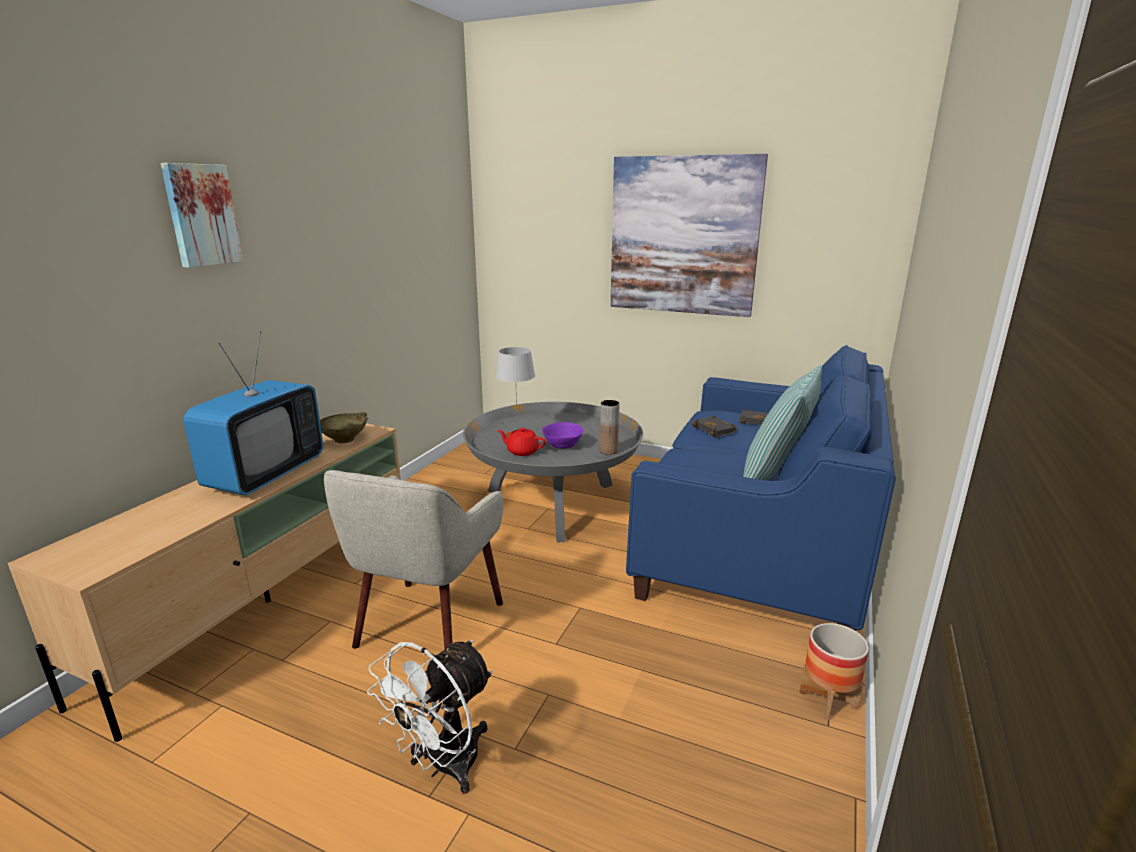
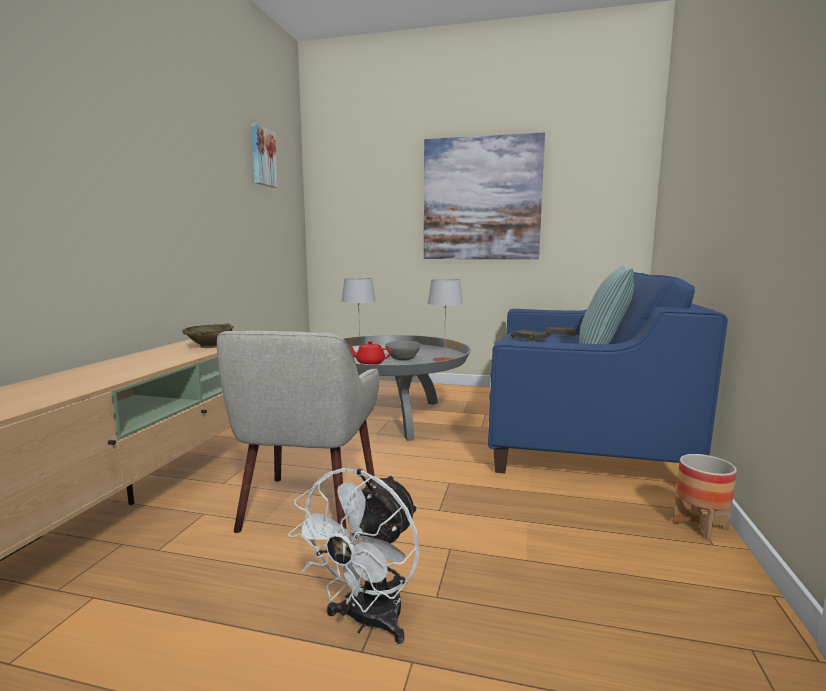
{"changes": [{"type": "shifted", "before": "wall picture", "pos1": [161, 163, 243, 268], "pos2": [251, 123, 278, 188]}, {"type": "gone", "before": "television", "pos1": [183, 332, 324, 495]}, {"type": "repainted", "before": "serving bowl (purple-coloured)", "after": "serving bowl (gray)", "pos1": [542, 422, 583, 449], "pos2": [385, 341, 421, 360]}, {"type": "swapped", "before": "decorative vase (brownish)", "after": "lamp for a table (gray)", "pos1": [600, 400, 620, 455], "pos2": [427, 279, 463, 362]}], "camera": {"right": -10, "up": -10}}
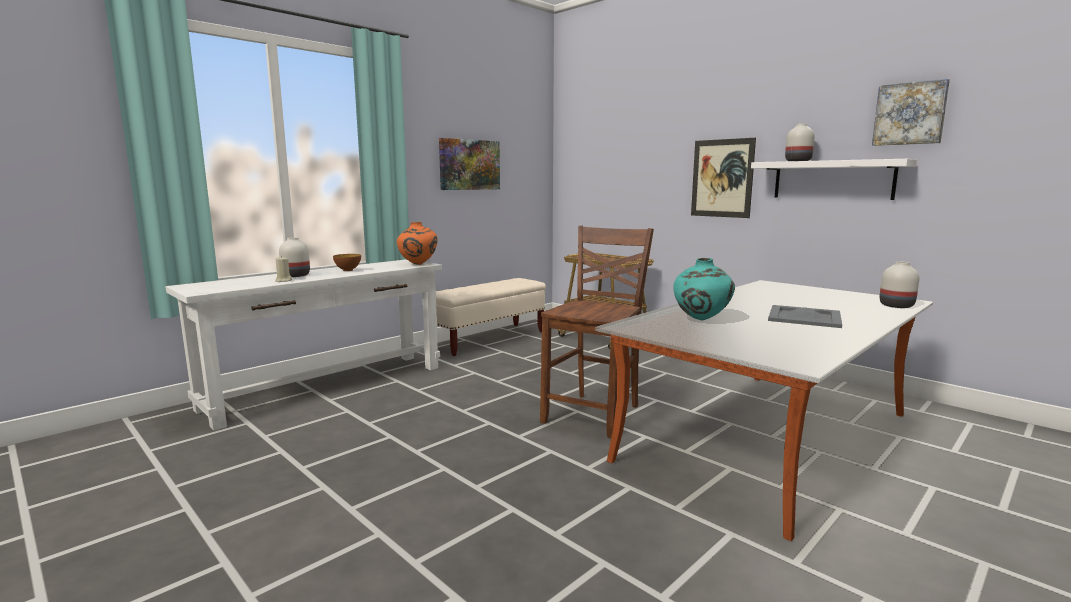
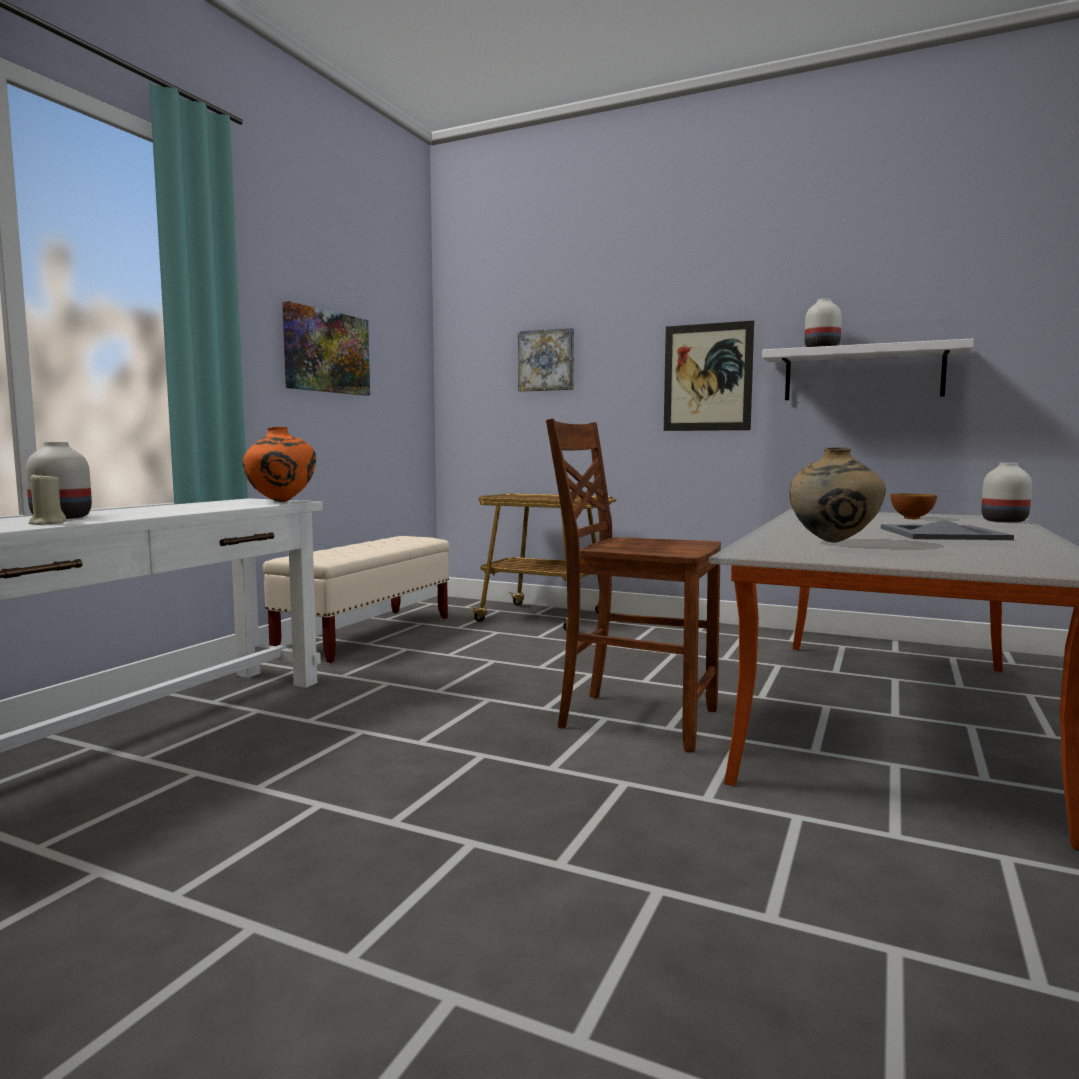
{"changes": [{"type": "shifted", "before": "serving bowl", "pos1": [333, 254, 361, 271], "pos2": [891, 494, 937, 519]}, {"type": "rotated", "before": "upright chair (brownish)", "pos1": [540, 225, 654, 438], "pos2": [546, 419, 721, 752], "turn": -75}, {"type": "repainted", "before": "decorative vase (blue-green)", "after": "decorative vase (sand-coloured)", "pos1": [673, 258, 735, 321], "pos2": [789, 447, 886, 543]}, {"type": "shifted", "before": "wall picture", "pos1": [872, 79, 950, 146], "pos2": [518, 328, 574, 391]}], "camera": {"right": -20, "up": -5}}
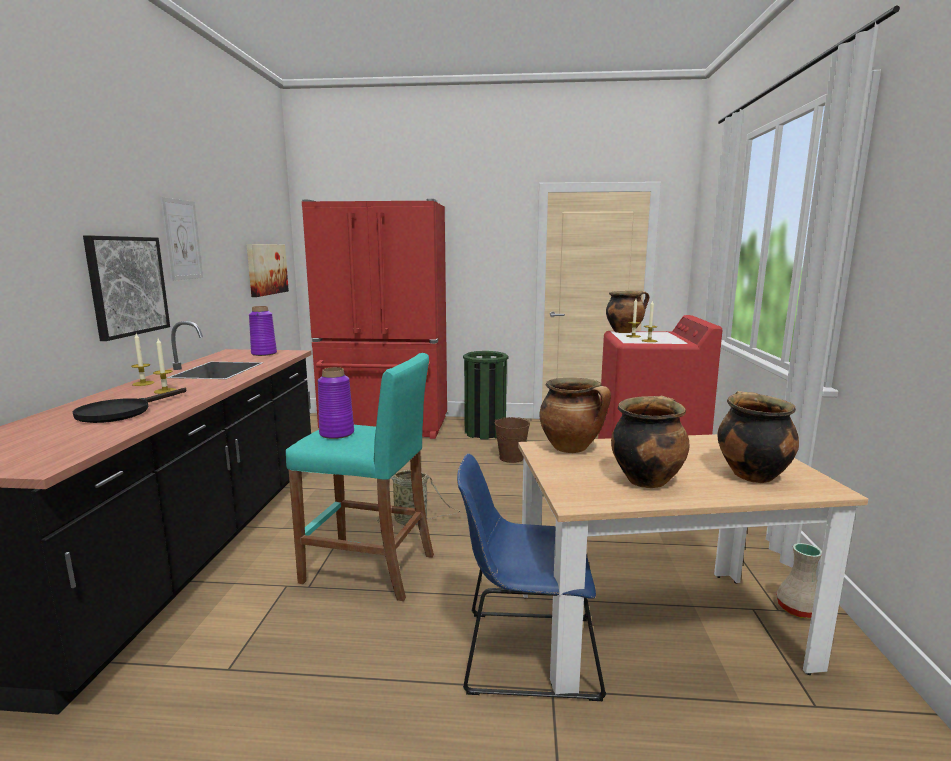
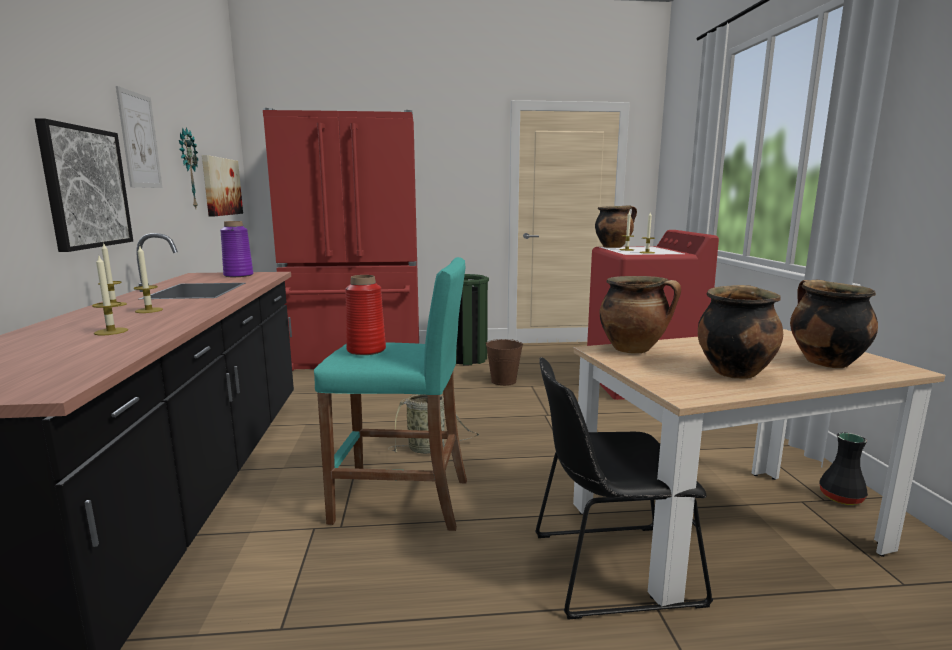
{"changes": [{"type": "swapped", "before": "pan (black-coloured)", "after": "candle", "pos1": [73, 388, 186, 423], "pos2": [92, 254, 128, 335]}, {"type": "repainted", "before": "decorative vase (purple-coloured)", "after": "decorative vase (red)", "pos1": [318, 367, 354, 439], "pos2": [345, 275, 386, 355]}, {"type": "repainted", "before": "upright chair (blue)", "after": "upright chair (black-coloured)", "pos1": [457, 454, 606, 701], "pos2": [535, 357, 713, 620]}, {"type": "repainted", "before": "decorative vase (sand-coloured)", "after": "decorative vase (black-coloured)", "pos1": [776, 543, 822, 619], "pos2": [820, 432, 868, 505]}, {"type": "new", "after": "wall clock", "pos2": [179, 127, 198, 208]}], "camera": {"right": -10, "up": 0}}
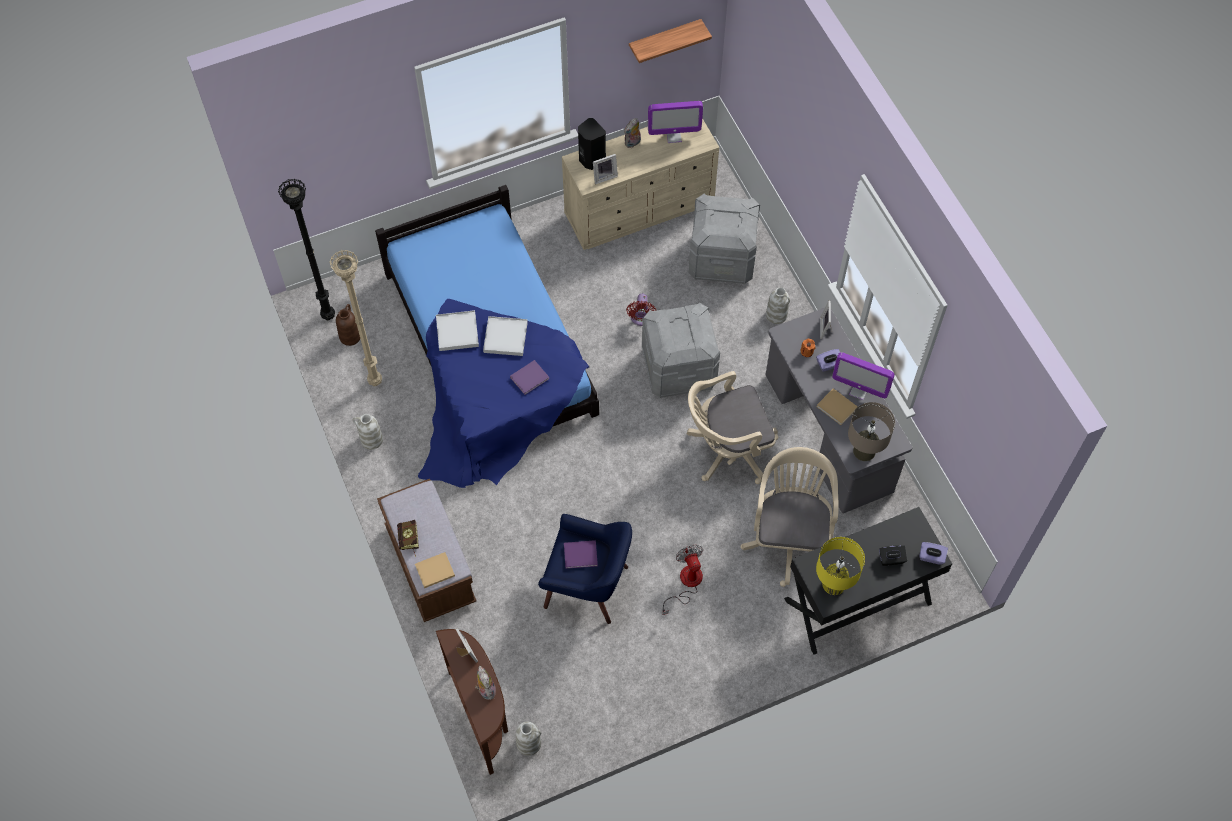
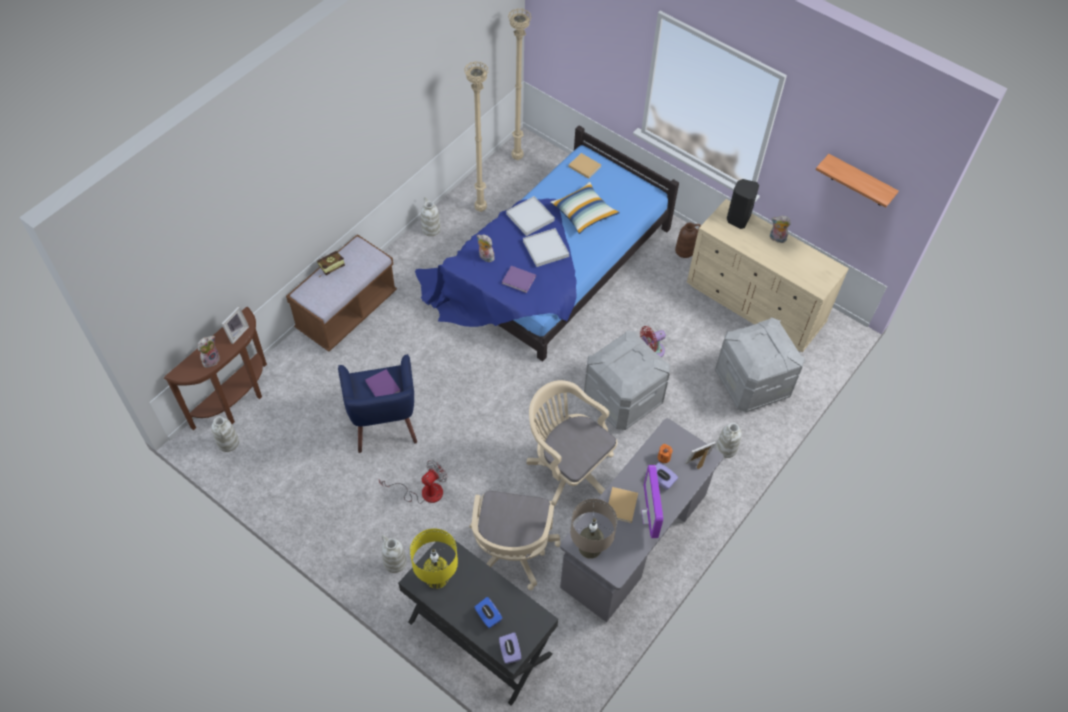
{"changes": [{"type": "repainted", "before": "standard lamp (black-coloured)", "after": "standard lamp (sand-coloured)", "pos1": [278, 178, 335, 320], "pos2": [508, 8, 532, 160]}, {"type": "shifted", "before": "decorative vase (brownish)", "pos1": [336, 304, 360, 346], "pos2": [675, 223, 701, 258]}, {"type": "shifted", "before": "volume (sand-coloured)", "pos1": [415, 552, 455, 588], "pos2": [568, 153, 601, 179]}, {"type": "gone", "before": "picture frame", "pos1": [593, 154, 618, 184]}, {"type": "gone", "before": "computer screen", "pos1": [648, 101, 703, 143]}, {"type": "rotated", "before": "desk chair (sand-coloured)", "pos1": [741, 447, 839, 587], "pos2": [469, 491, 561, 590], "turn": 120}, {"type": "repainted", "before": "box of tissues (black-coloured)", "after": "box of tissues (blue)", "pos1": [879, 545, 907, 566], "pos2": [474, 597, 502, 628]}, {"type": "new", "after": "decorative vase (white)", "pos2": [382, 535, 407, 573]}, {"type": "new", "after": "soft toy", "pos2": [477, 235, 495, 262]}, {"type": "new", "after": "pillow", "pos2": [550, 182, 619, 234]}], "camera": {"right": 60, "up": -5}}
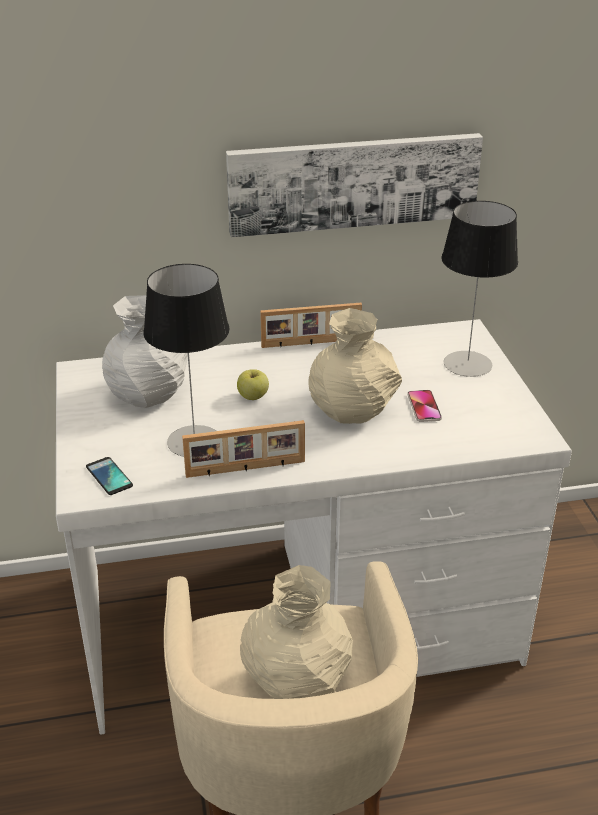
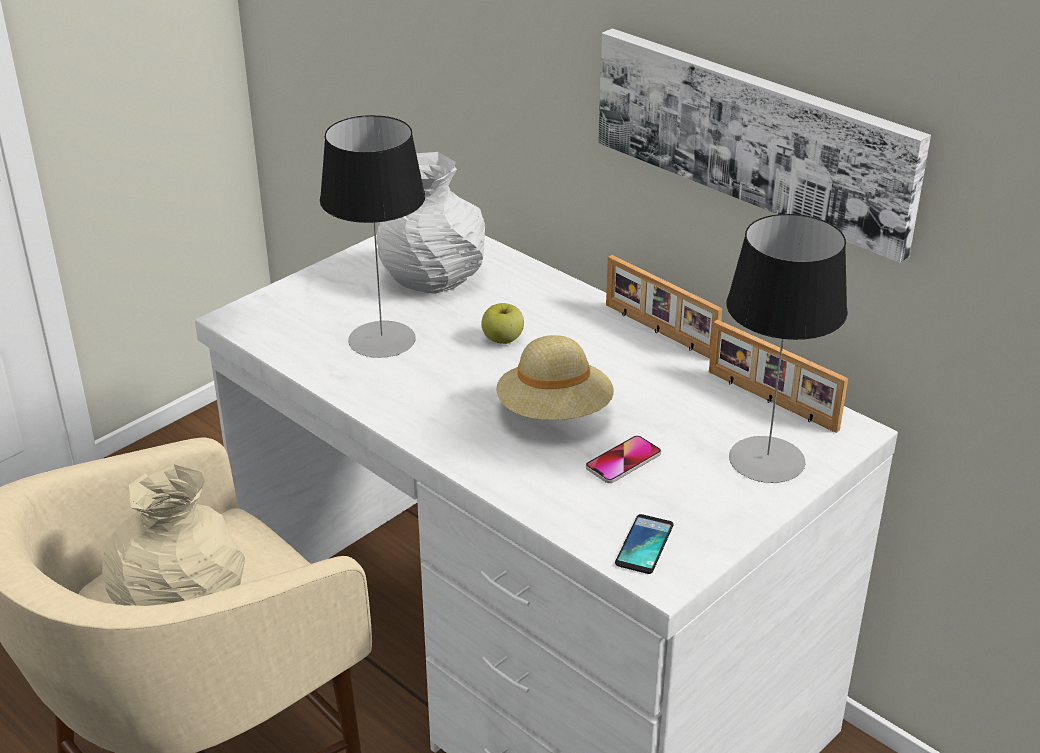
{"changes": [{"type": "shifted", "before": "handset", "pos1": [86, 457, 133, 495], "pos2": [615, 514, 674, 574]}, {"type": "shifted", "before": "picture frame", "pos1": [182, 420, 305, 478], "pos2": [709, 320, 848, 433]}, {"type": "swapped", "before": "decorative vase (sand-coloured)", "after": "clothing hat (sand-coloured)", "pos1": [308, 308, 402, 424], "pos2": [496, 335, 614, 420]}], "camera": {"right": 55, "up": 0}}
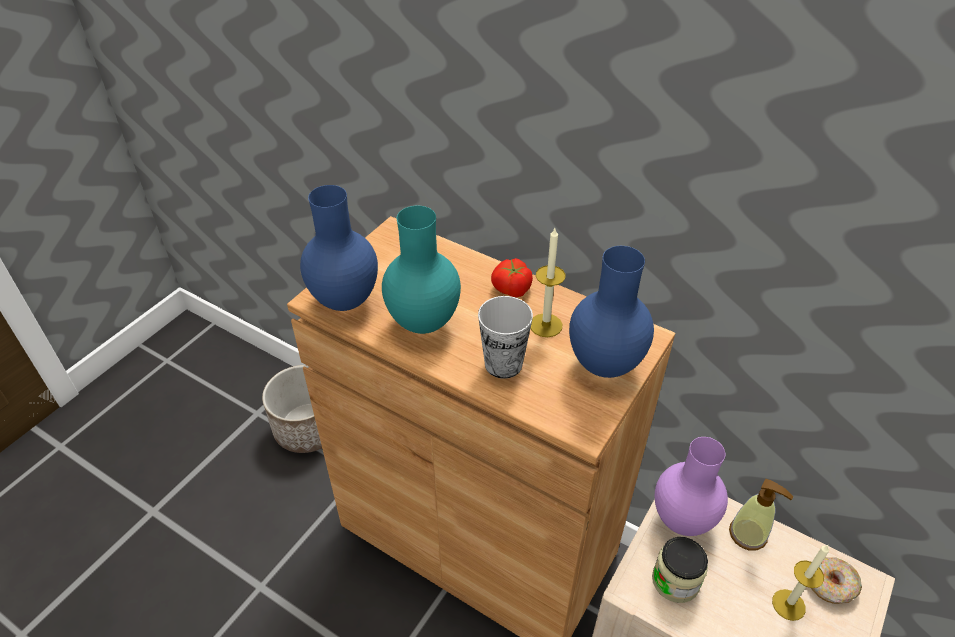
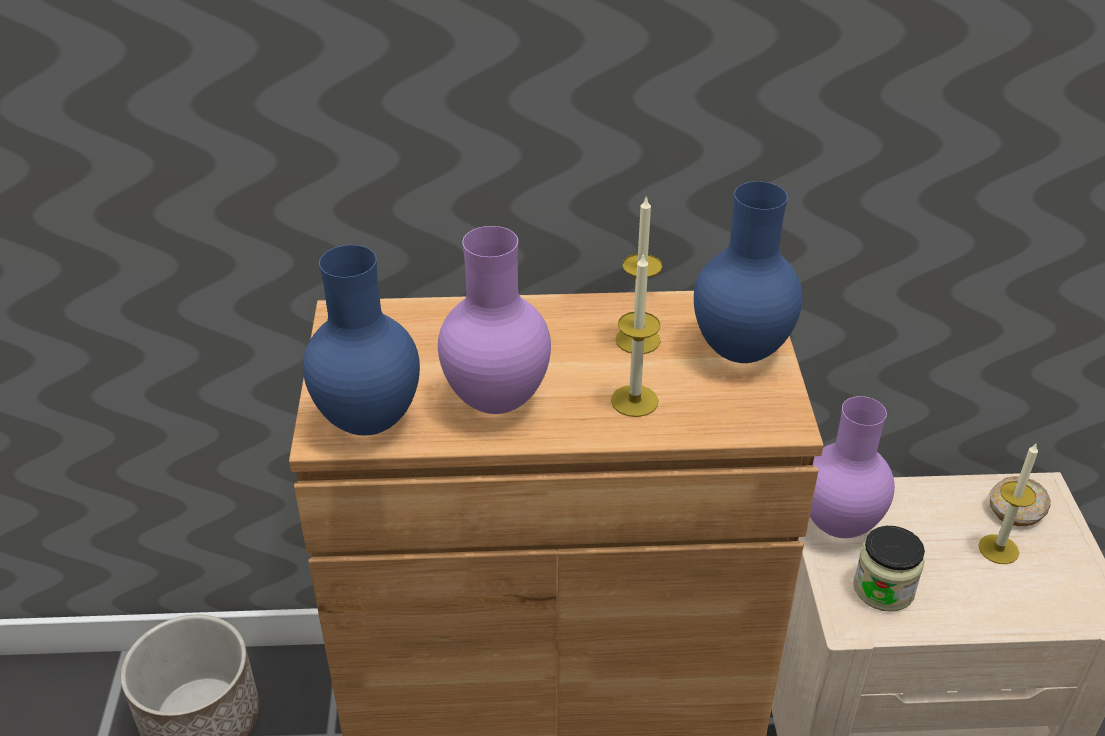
{"changes": [{"type": "repainted", "before": "decorative vase (blue-green)", "after": "decorative vase (purple-coloured)", "pos1": [382, 205, 461, 334], "pos2": [438, 226, 551, 414]}, {"type": "swapped", "before": "cup", "after": "candle", "pos1": [478, 296, 533, 379], "pos2": [611, 253, 660, 417]}, {"type": "gone", "before": "whole tomato", "pos1": [491, 258, 533, 298]}, {"type": "gone", "before": "soap dispenser", "pos1": [729, 479, 793, 551]}], "camera": {"right": -35, "up": -5}}
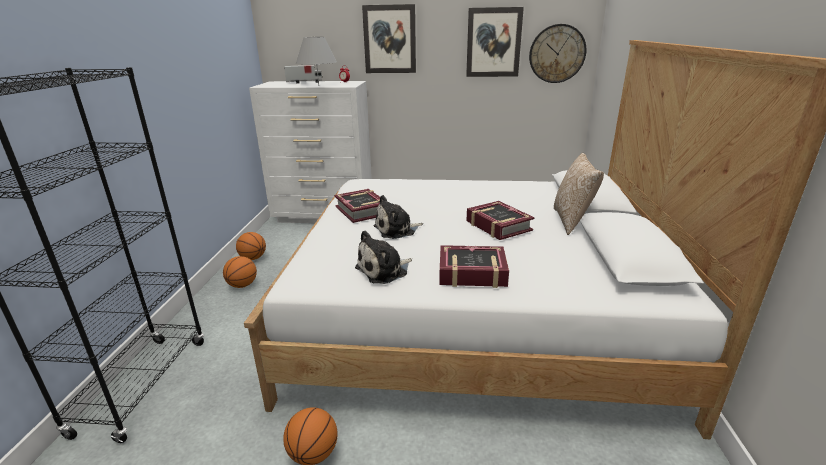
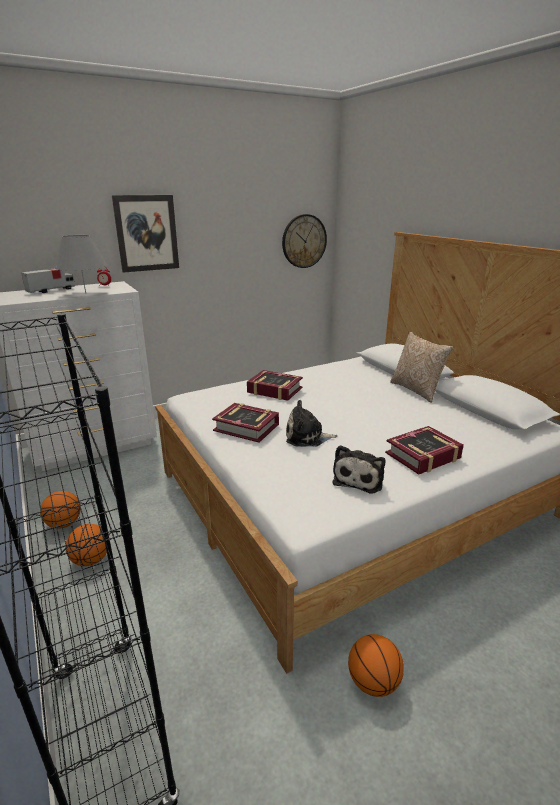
{"changes": [{"type": "rotated", "before": "soft toy", "pos1": [374, 195, 423, 239], "pos2": [286, 400, 338, 447], "turn": 60}, {"type": "gone", "before": "wall picture", "pos1": [466, 7, 524, 77]}, {"type": "shifted", "before": "volume", "pos1": [467, 201, 534, 240], "pos2": [247, 370, 303, 401]}], "camera": {"right": -35, "up": 0}}
